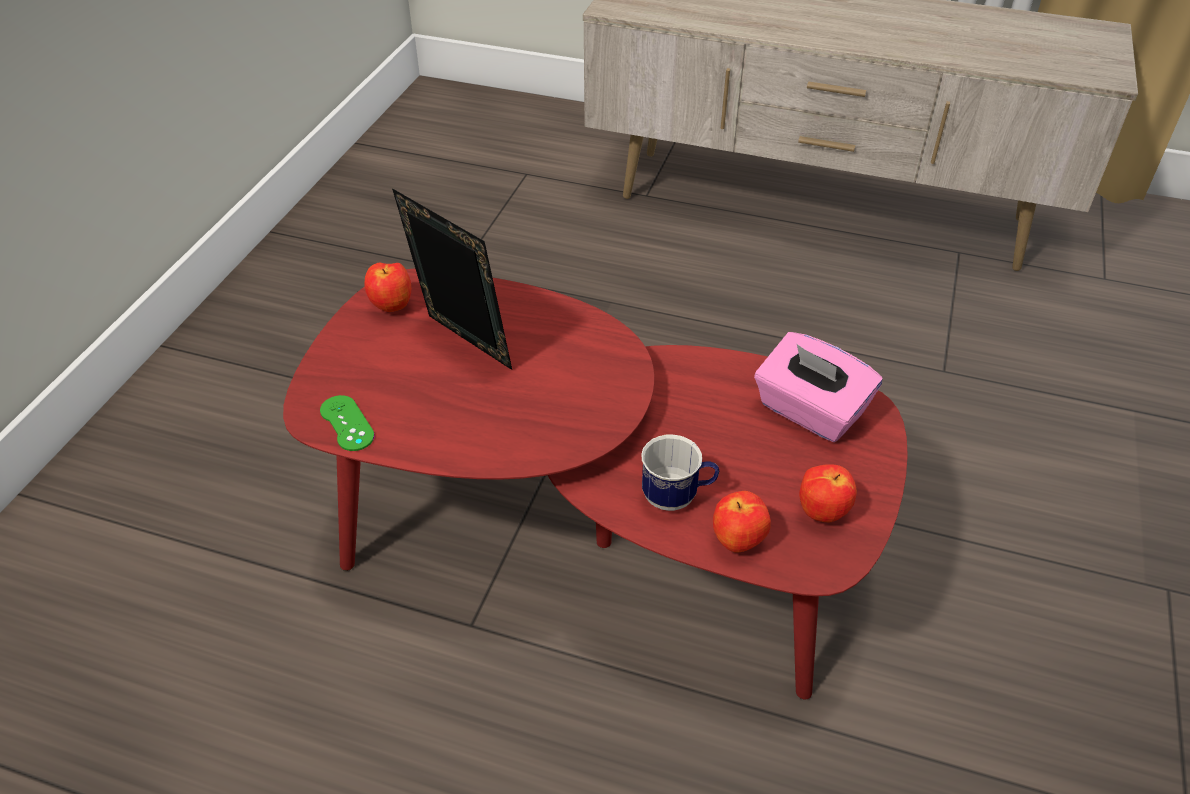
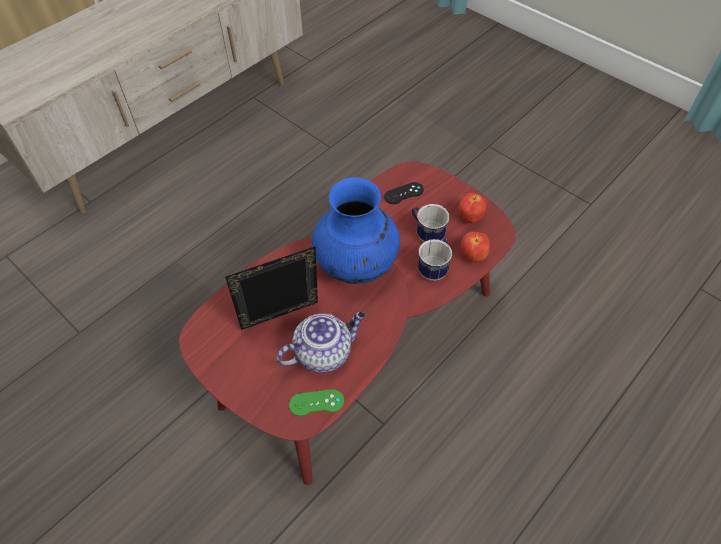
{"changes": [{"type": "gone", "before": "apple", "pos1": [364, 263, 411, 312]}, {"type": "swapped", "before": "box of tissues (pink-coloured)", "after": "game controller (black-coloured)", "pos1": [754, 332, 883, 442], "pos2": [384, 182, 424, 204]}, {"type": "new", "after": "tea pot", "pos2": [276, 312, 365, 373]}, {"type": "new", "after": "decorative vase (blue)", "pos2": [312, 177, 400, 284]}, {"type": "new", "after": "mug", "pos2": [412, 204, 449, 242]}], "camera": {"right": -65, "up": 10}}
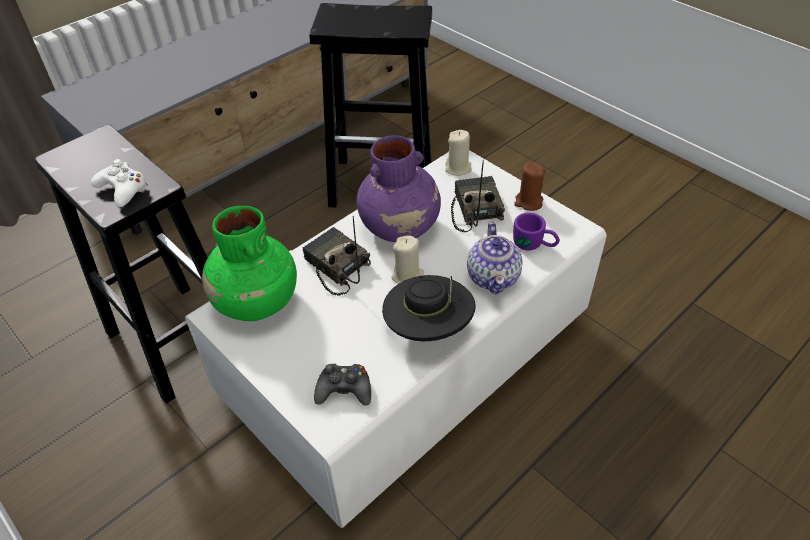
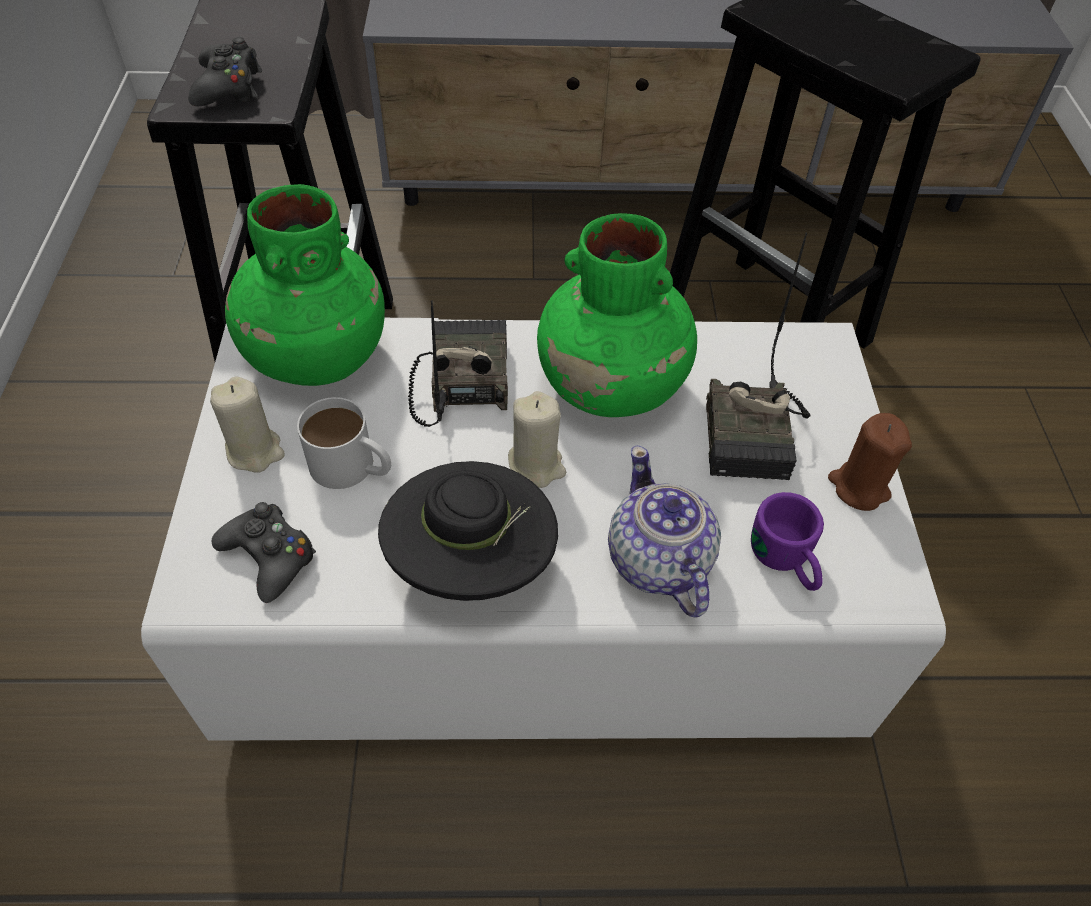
{"changes": [{"type": "repainted", "before": "game controller (white)", "after": "game controller (black-coloured)", "pos1": [91, 159, 148, 207], "pos2": [188, 37, 262, 106]}, {"type": "repainted", "before": "decorative vase (purple-coloured)", "after": "decorative vase (green-coloured)", "pos1": [357, 136, 441, 242], "pos2": [537, 213, 697, 417]}, {"type": "shifted", "before": "candle (sand-coloured)", "pos1": [445, 130, 472, 176], "pos2": [210, 376, 285, 472]}, {"type": "rotated", "before": "radio", "pos1": [451, 160, 505, 232], "pos2": [706, 232, 810, 480], "turn": 150}, {"type": "rotated", "before": "tea pot", "pos1": [467, 222, 522, 295], "pos2": [608, 446, 721, 618], "turn": 120}, {"type": "new", "after": "mug (white)", "pos2": [297, 397, 391, 489]}], "camera": {"right": 40, "up": 5}}
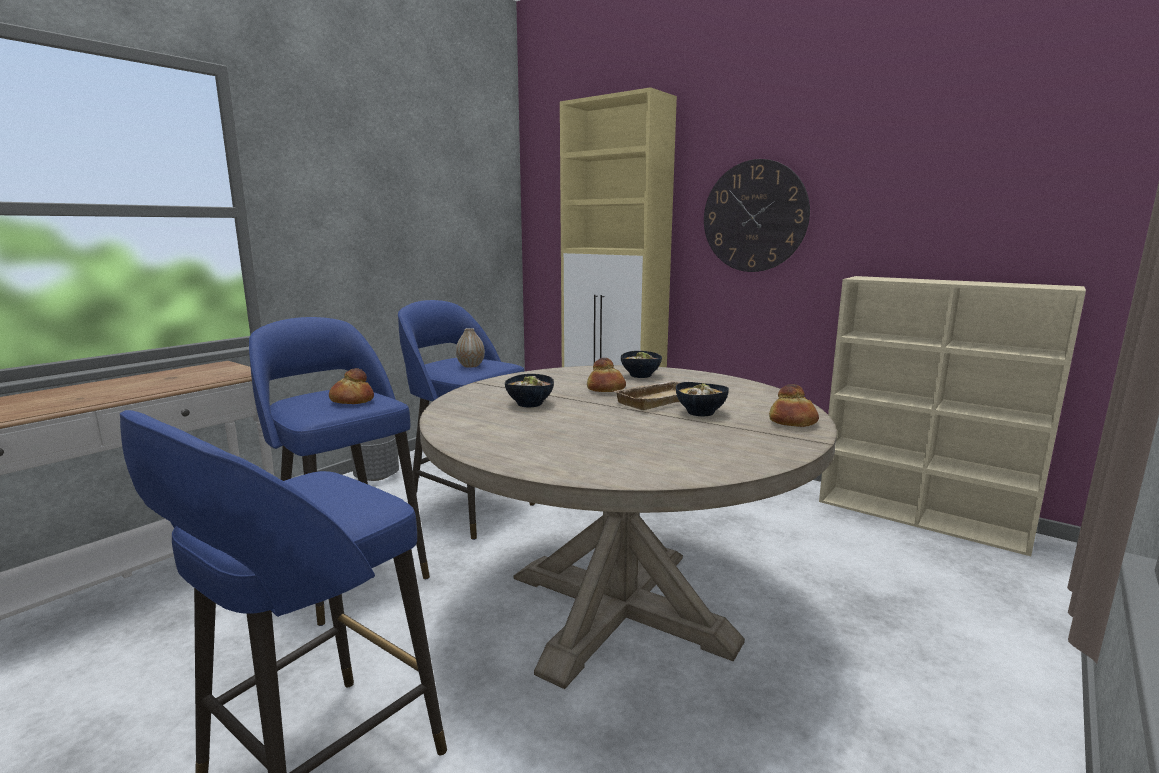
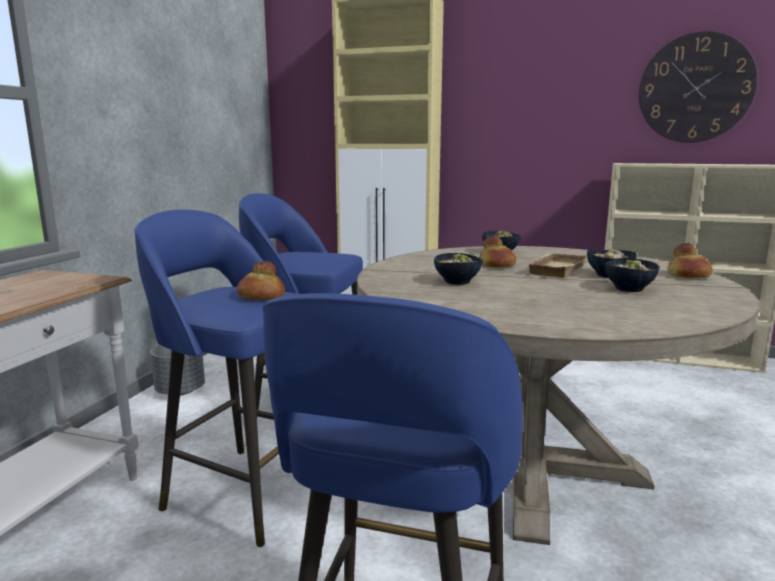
{"changes": [{"type": "gone", "before": "decorative vase", "pos1": [456, 328, 485, 368]}, {"type": "shifted", "before": "wall clock", "pos1": [704, 159, 810, 272], "pos2": [639, 31, 757, 143]}, {"type": "new", "after": "serving bowl", "pos2": [604, 259, 660, 292]}], "camera": {"right": -20, "up": 0}}
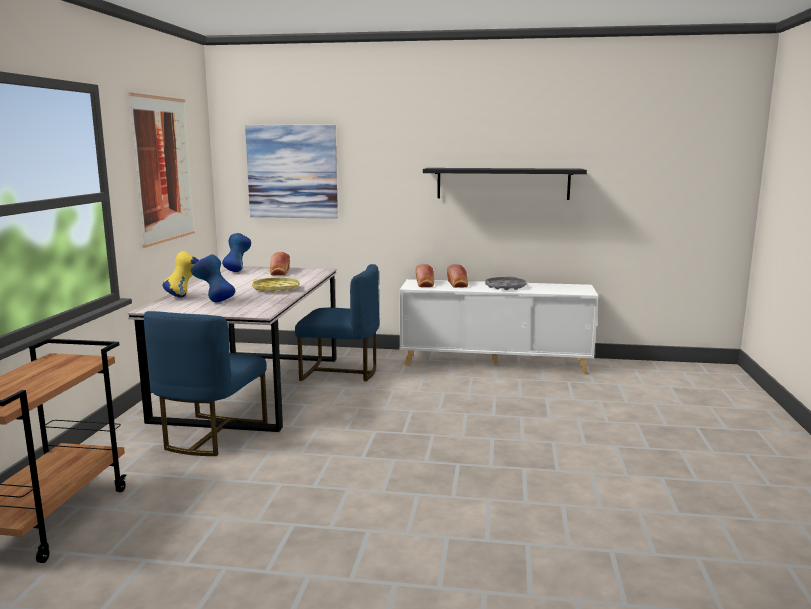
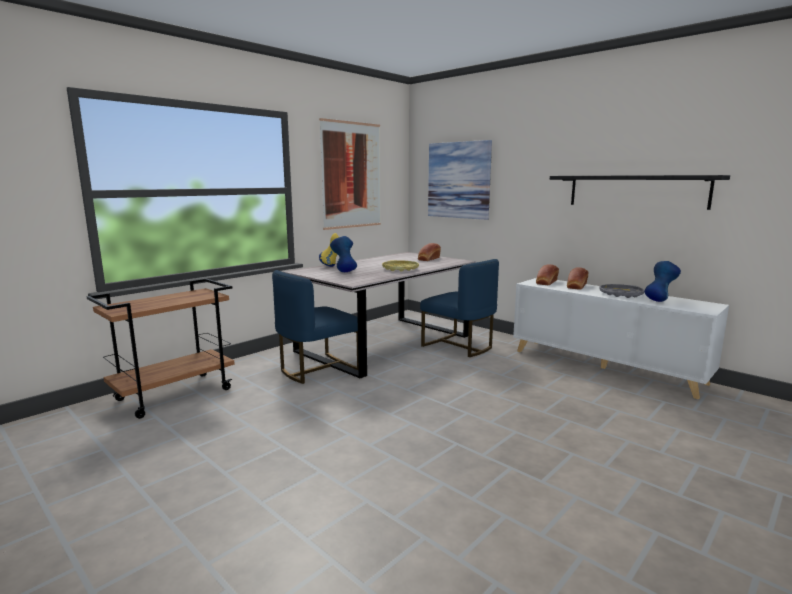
{"changes": [{"type": "shifted", "before": "decorative vase (blue)", "pos1": [222, 233, 251, 272], "pos2": [644, 261, 681, 302]}], "camera": {"right": 35, "up": 0}}
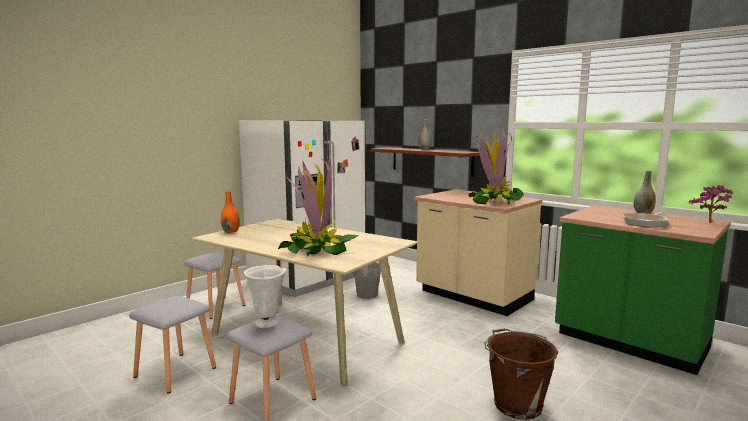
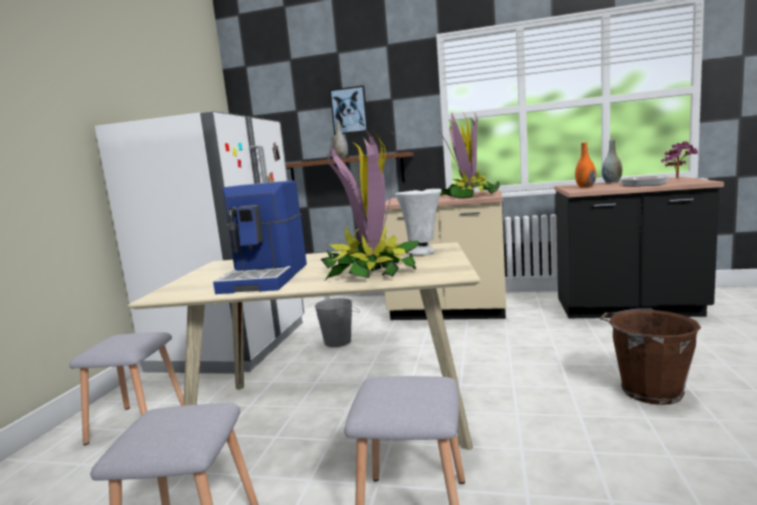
{"changes": [{"type": "shifted", "before": "decorative vase (orange)", "pos1": [221, 191, 240, 233], "pos2": [575, 142, 596, 187]}, {"type": "shifted", "before": "decorative vase (white)", "pos1": [244, 265, 286, 328], "pos2": [395, 189, 442, 255]}, {"type": "repainted", "before": "counter (green-coloured)", "after": "counter (black-coloured)", "pos1": [555, 206, 731, 375], "pos2": [554, 177, 724, 318]}, {"type": "new", "after": "coffee machine", "pos2": [213, 180, 307, 294]}, {"type": "new", "after": "wall picture", "pos2": [330, 85, 368, 135]}], "camera": {"right": -30, "up": 0}}
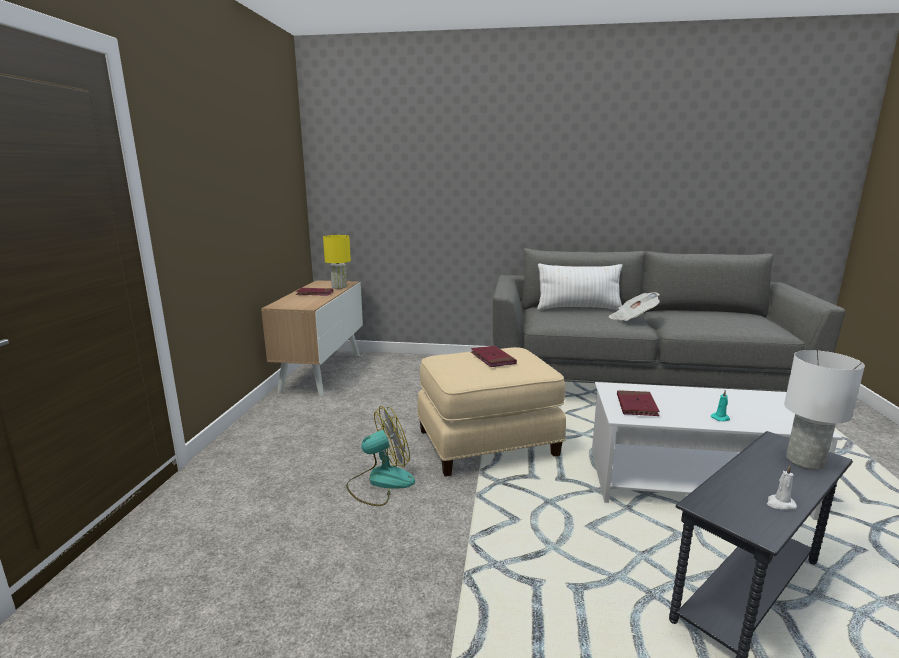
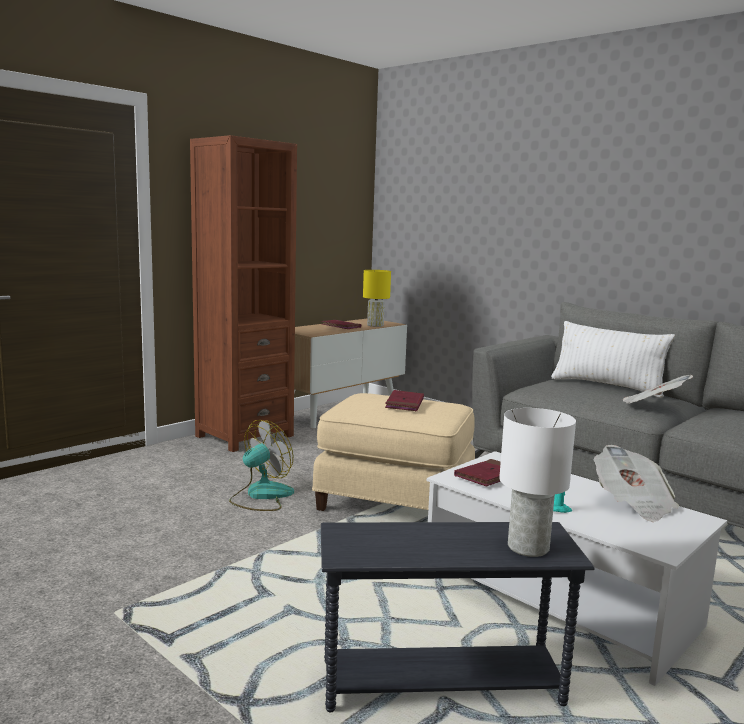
{"changes": [{"type": "rotated", "before": "electric fan", "pos1": [346, 406, 415, 506], "pos2": [229, 420, 294, 511], "turn": -60}, {"type": "gone", "before": "candle (white)", "pos1": [767, 465, 797, 510]}, {"type": "new", "after": "bookshelf (brownish)", "pos2": [190, 135, 297, 452]}, {"type": "new", "after": "newspaper", "pos2": [594, 445, 679, 522]}], "camera": {"right": 35, "up": -5}}
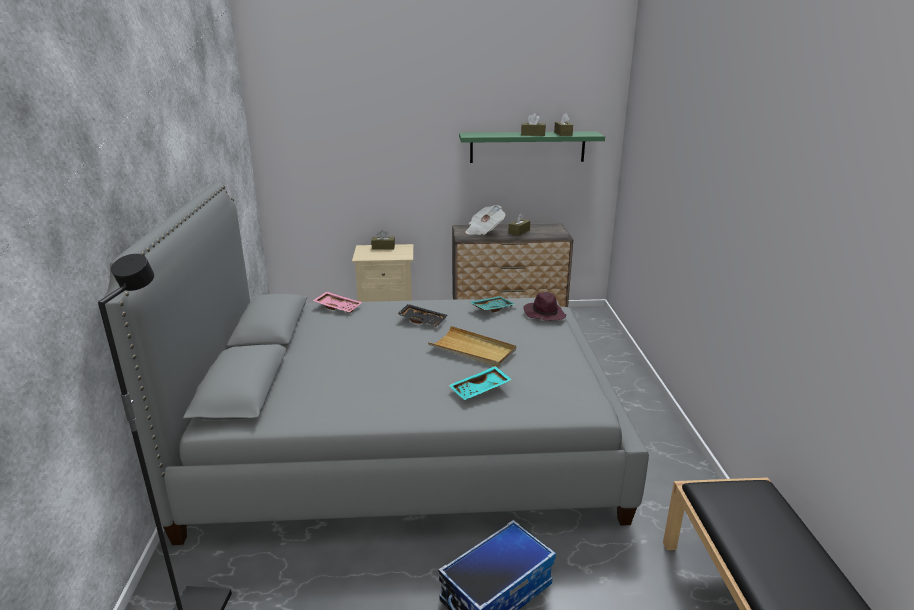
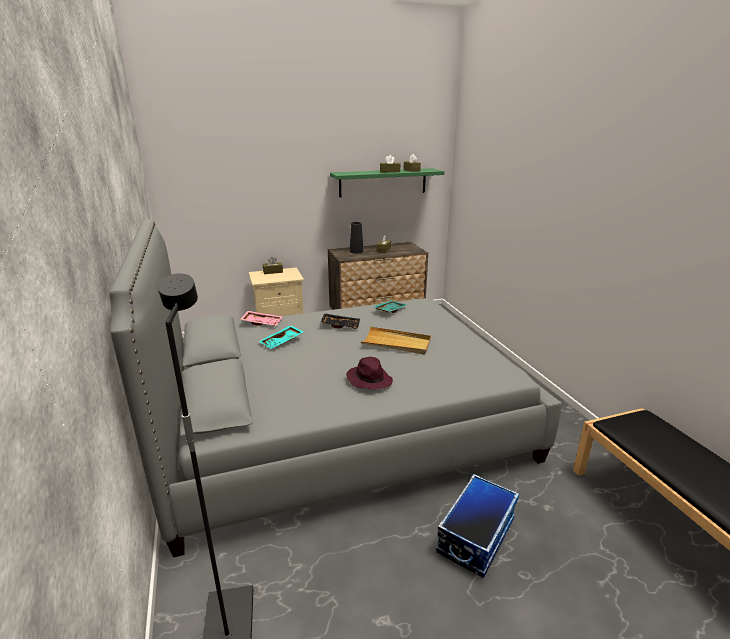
{"changes": [{"type": "shifted", "before": "serving tray (blue-green)", "pos1": [449, 366, 512, 400], "pos2": [258, 325, 304, 349]}, {"type": "swapped", "before": "newspaper", "after": "decorative vase (black-coloured)", "pos1": [465, 205, 505, 235], "pos2": [350, 222, 363, 254]}, {"type": "shifted", "before": "clothing hat (purple-coloured)", "pos1": [523, 292, 566, 321], "pos2": [346, 357, 393, 390]}], "camera": {"right": -15, "up": 0}}
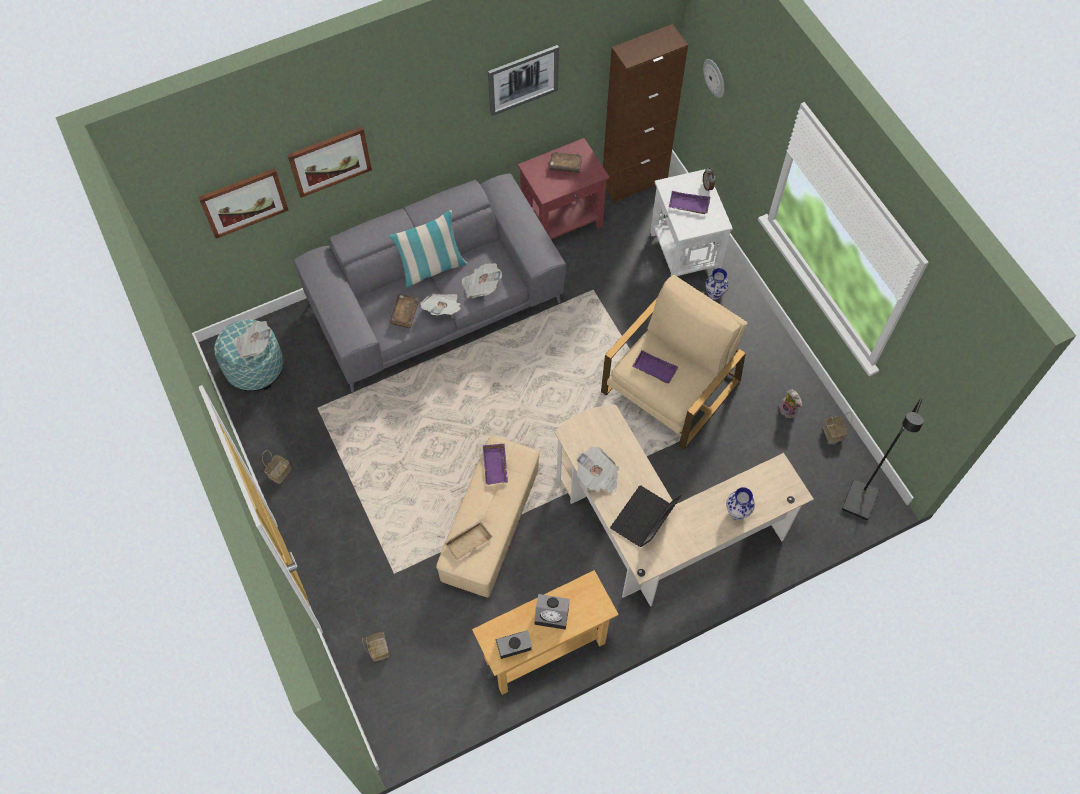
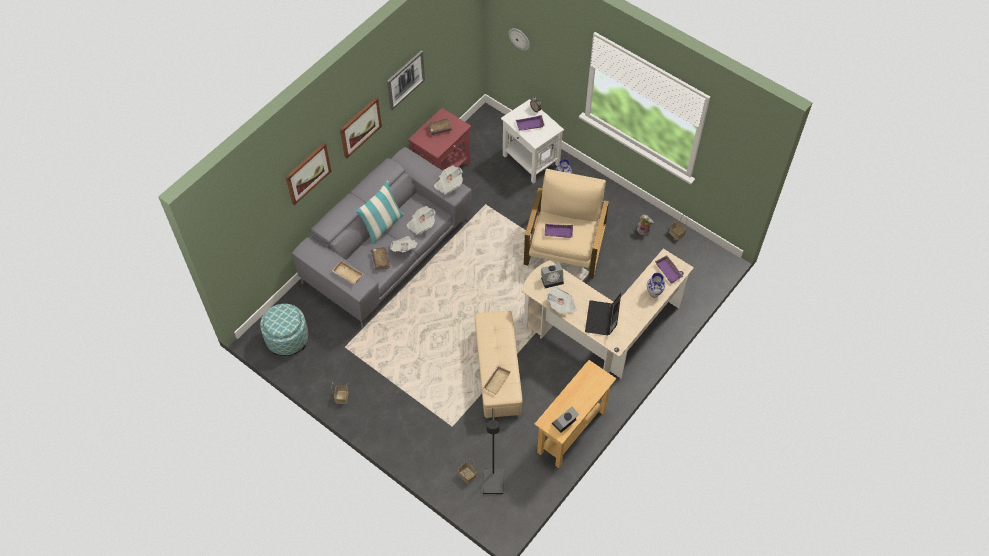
{"changes": [{"type": "shifted", "before": "wall picture", "pos1": [198, 168, 289, 239], "pos2": [340, 97, 382, 158]}, {"type": "shifted", "before": "newspaper", "pos1": [234, 321, 272, 358], "pos2": [434, 165, 463, 195]}, {"type": "shifted", "before": "serving tray (purple-coloured)", "pos1": [483, 444, 508, 485], "pos2": [655, 256, 684, 284]}, {"type": "shifted", "before": "table clock", "pos1": [534, 594, 570, 630], "pos2": [541, 264, 564, 288]}, {"type": "gone", "before": "storage cabinet (brownish)", "pos1": [603, 24, 688, 202]}, {"type": "shifted", "before": "standard lamp (black-coloured)", "pos1": [842, 398, 924, 521], "pos2": [483, 408, 503, 494]}, {"type": "new", "after": "serving tray (sand-coloured)", "pos2": [332, 261, 363, 284]}], "camera": {"right": -25, "up": -5}}
